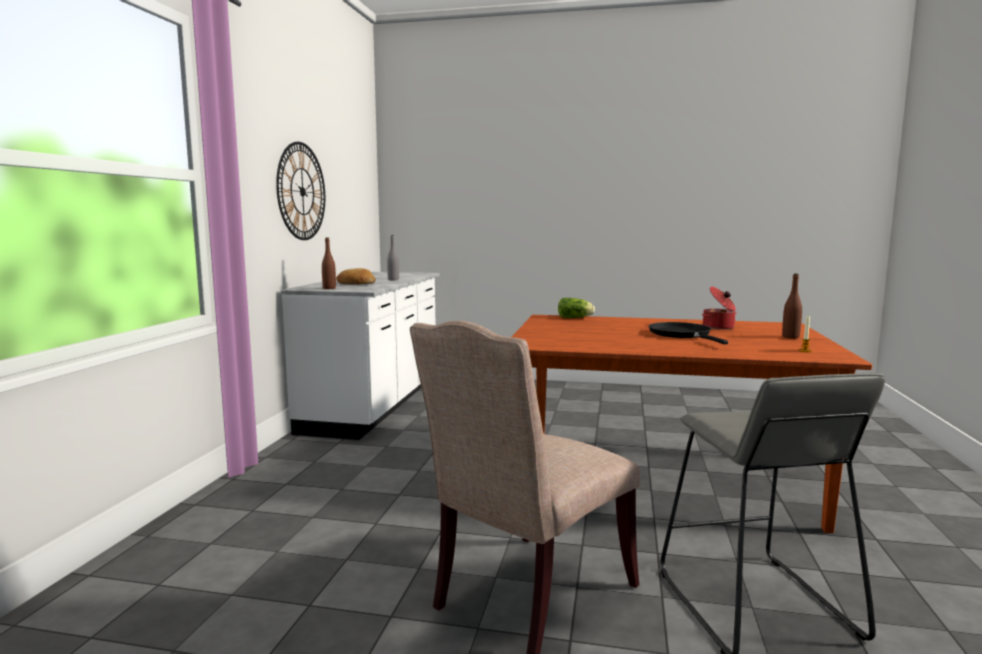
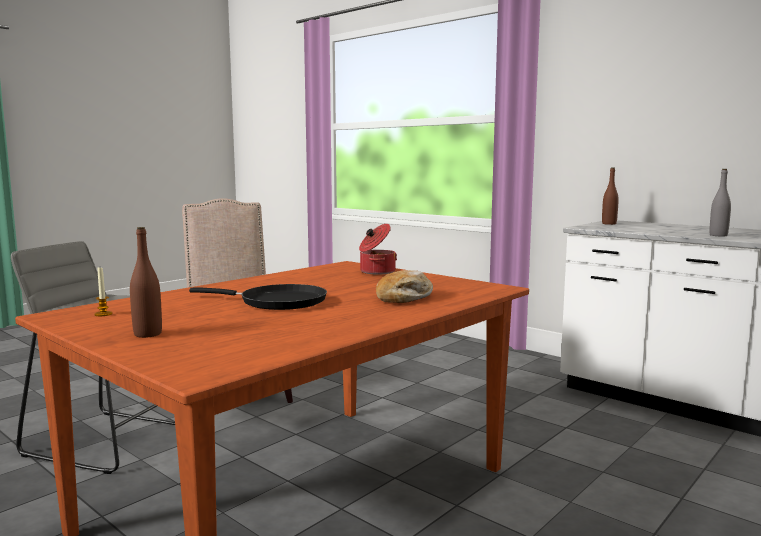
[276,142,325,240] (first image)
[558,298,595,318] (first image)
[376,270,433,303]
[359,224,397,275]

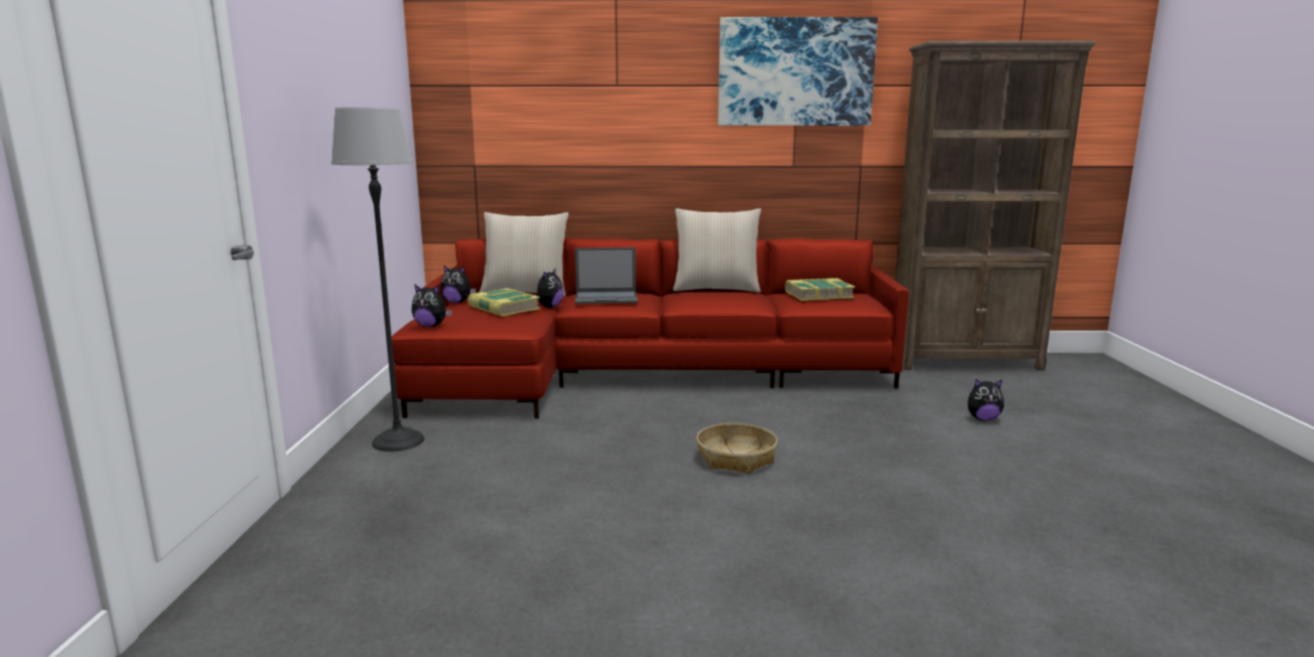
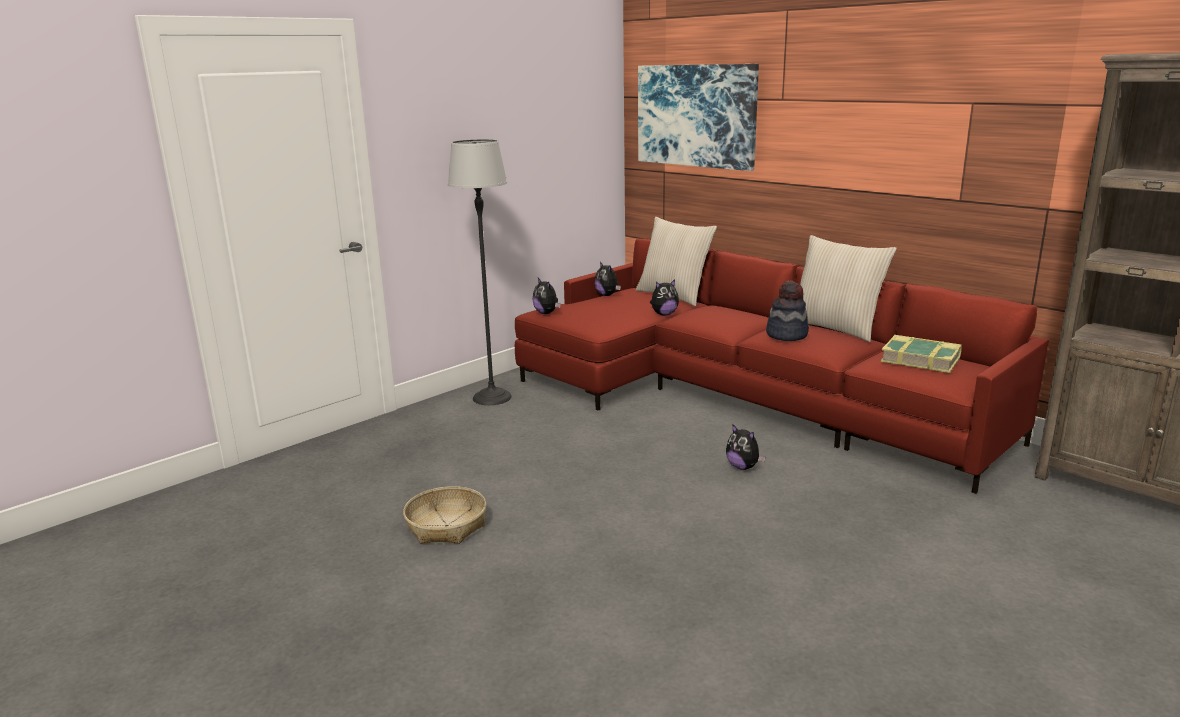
[468,288,540,317] (first image)
[575,247,638,304] (first image)
[766,280,809,341]
[403,486,486,544]
[638,64,759,171]
[726,424,765,470]

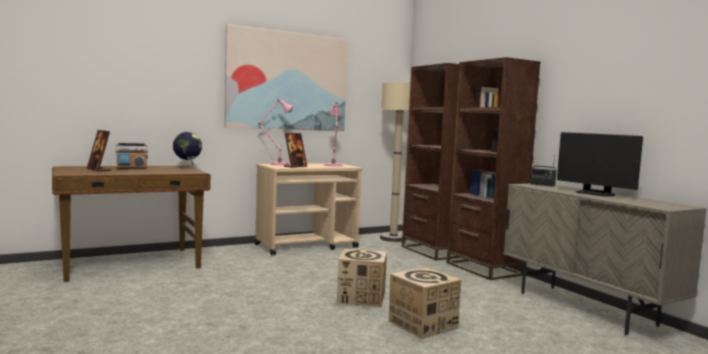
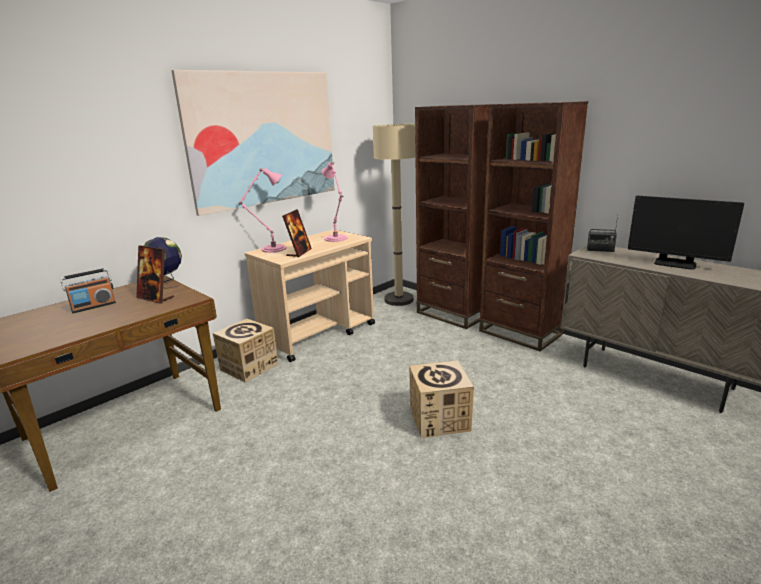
[136,245,174,304]
[213,319,278,383]

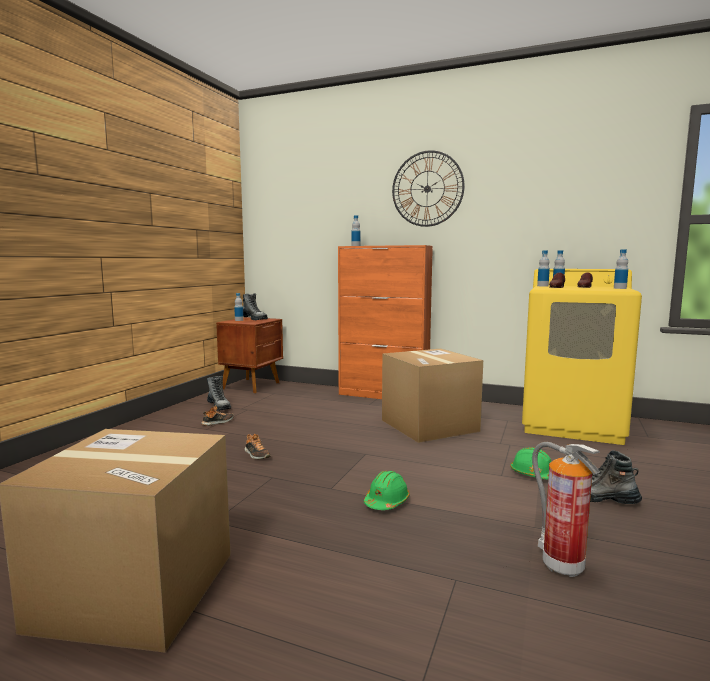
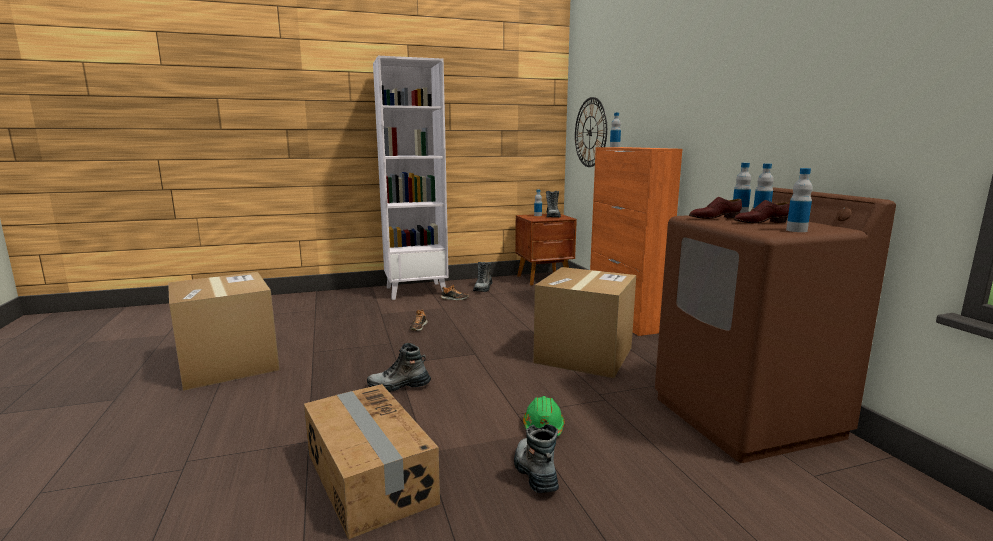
[373,56,449,300]
[575,97,607,167]
[367,343,431,392]
[304,384,440,540]
[655,187,896,463]

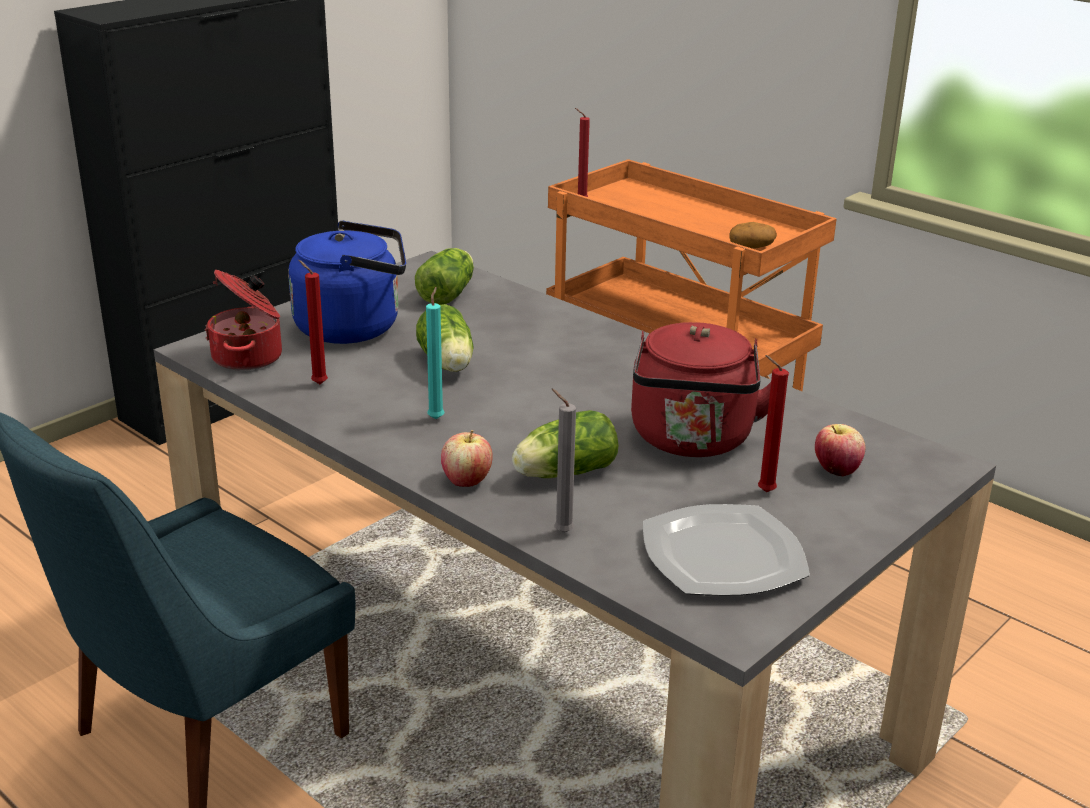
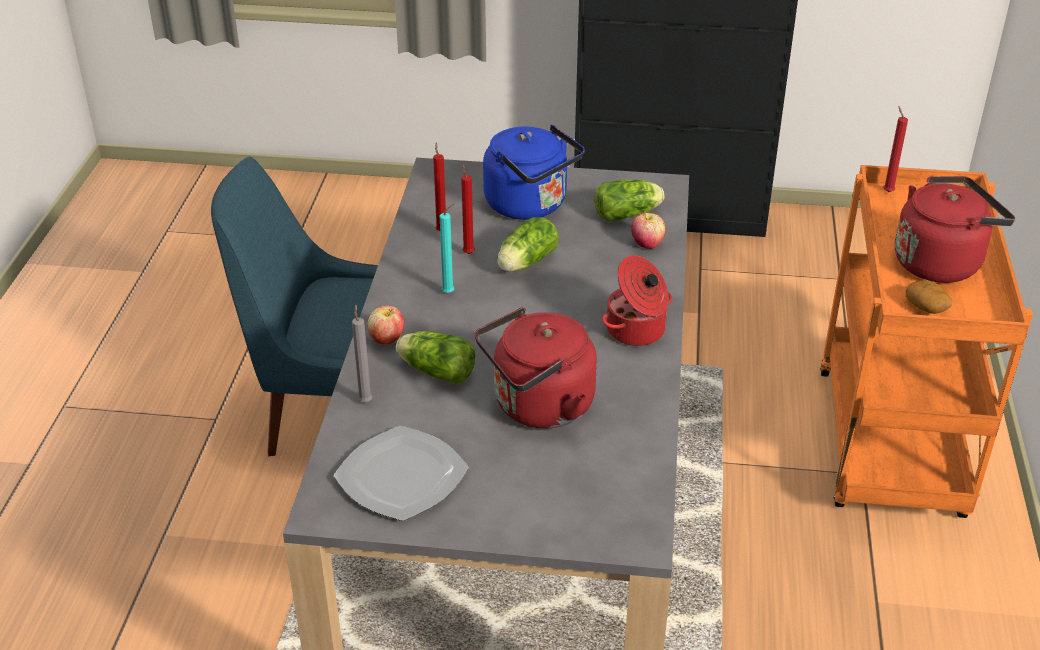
[895,176,1015,283]
[602,255,673,346]
[461,164,475,254]
[631,212,665,249]

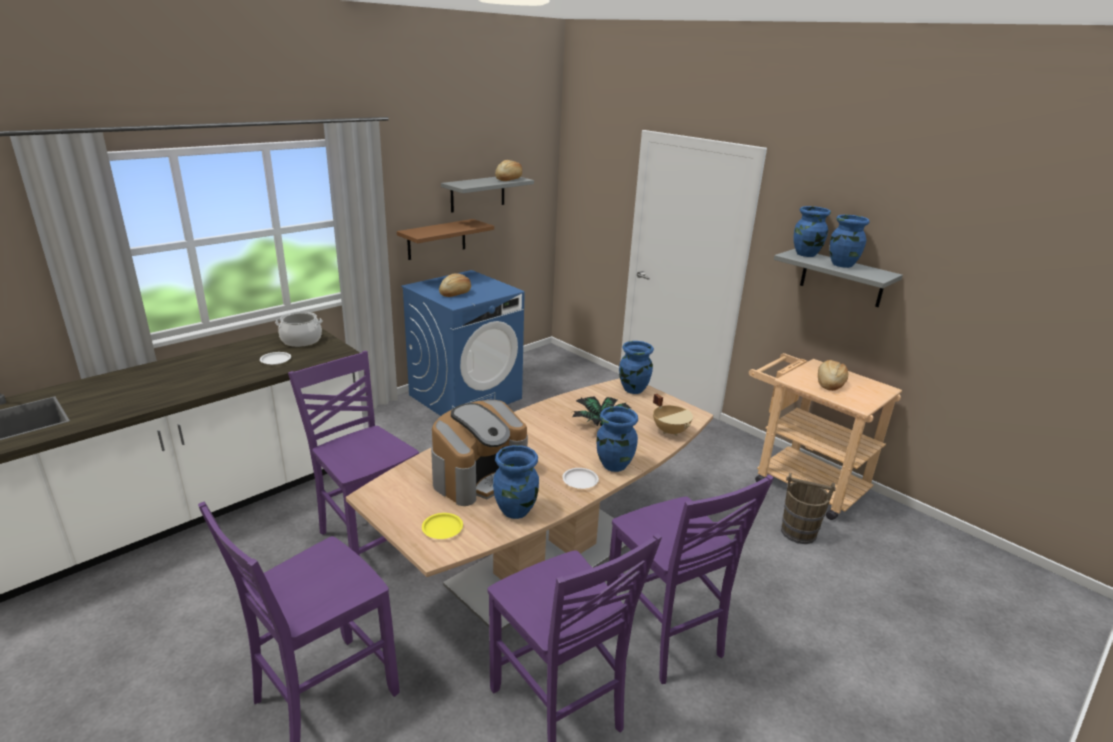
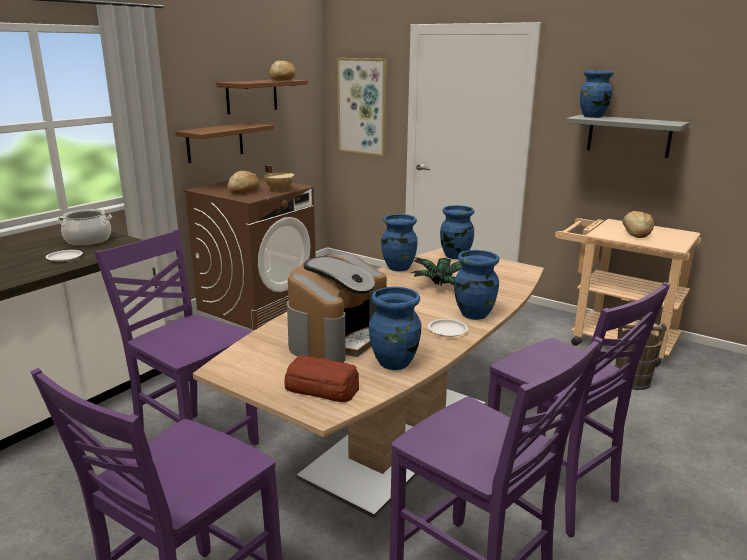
[337,58,387,156]
[264,165,294,192]
[381,214,418,271]
[284,355,359,402]
[183,177,316,330]
[216,80,308,115]

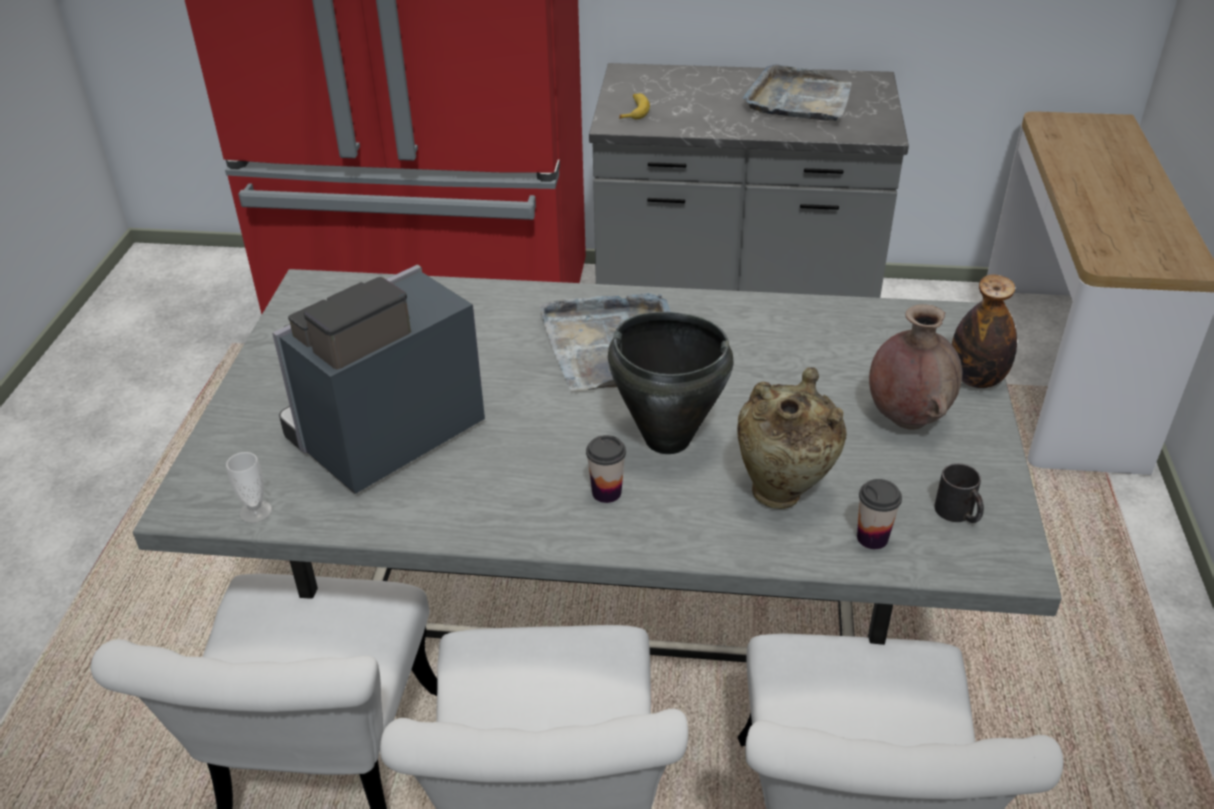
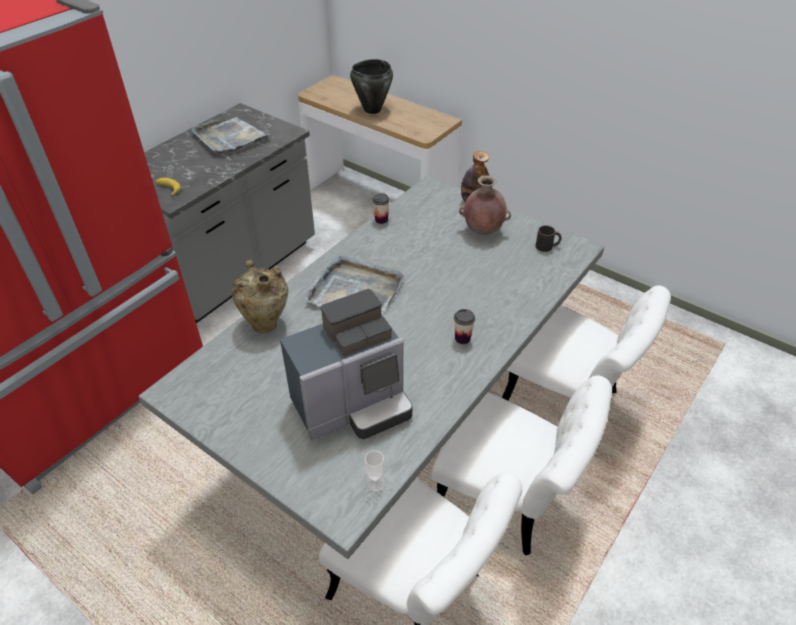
[350,59,393,114]
[232,259,288,333]
[372,193,390,224]
[280,289,412,440]

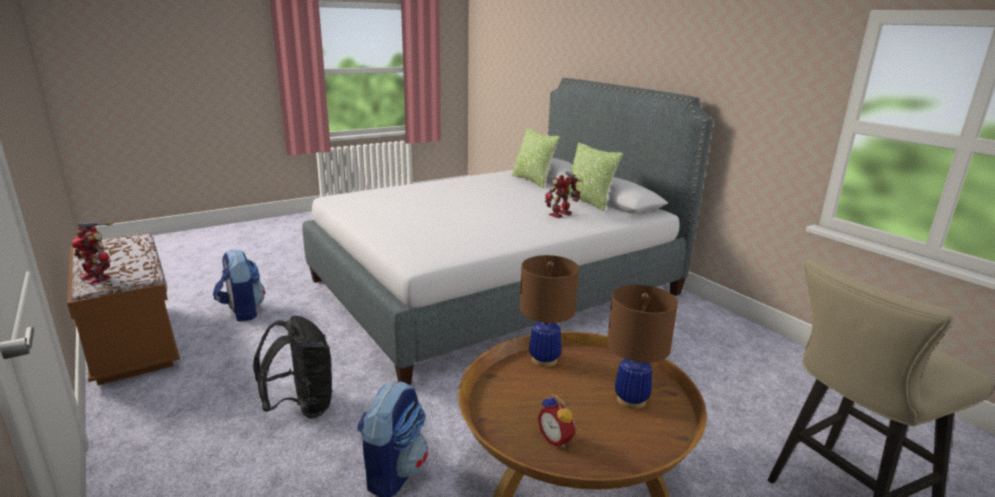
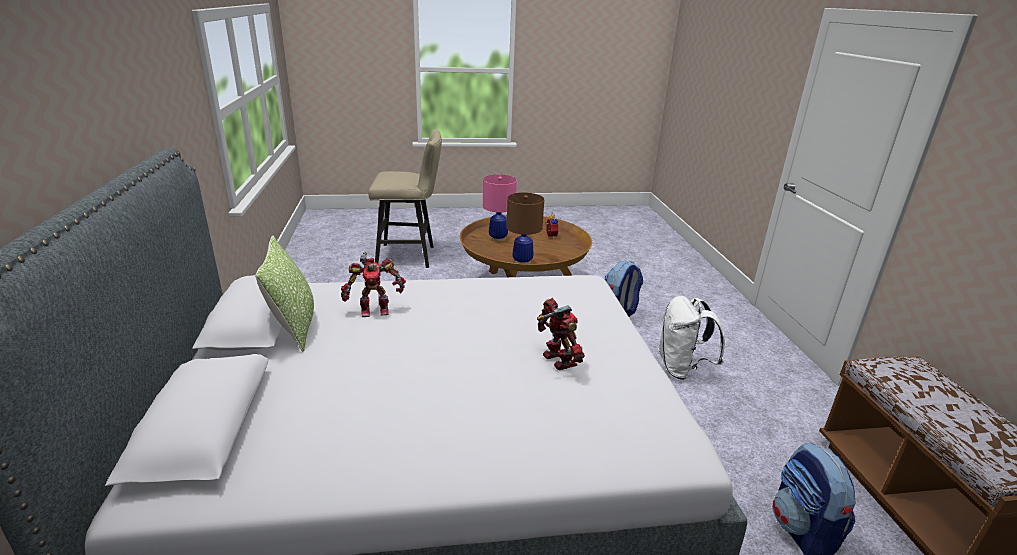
[512,128,560,188] (first image)
[537,298,585,370]
[658,296,725,380]
[483,175,517,242]

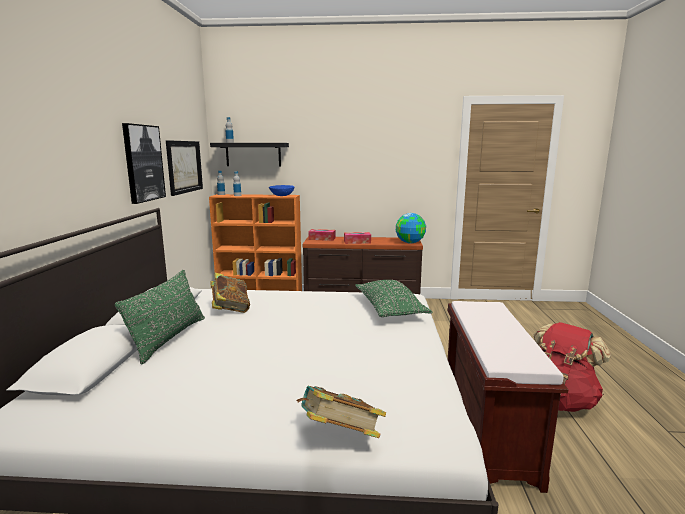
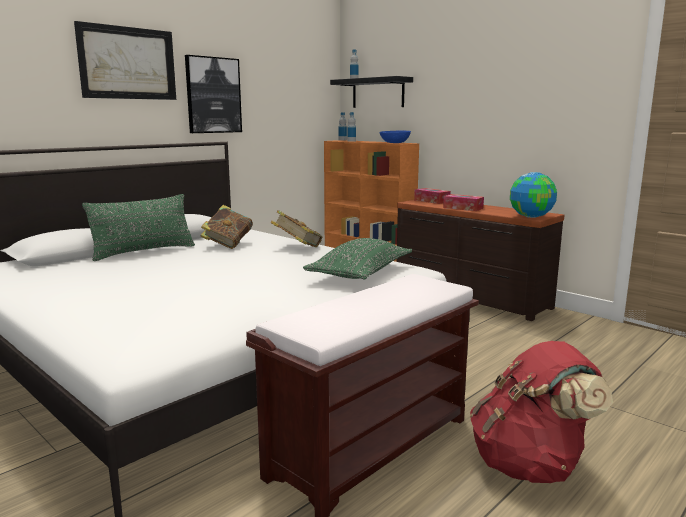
[74,21,176,100]
[271,210,322,247]

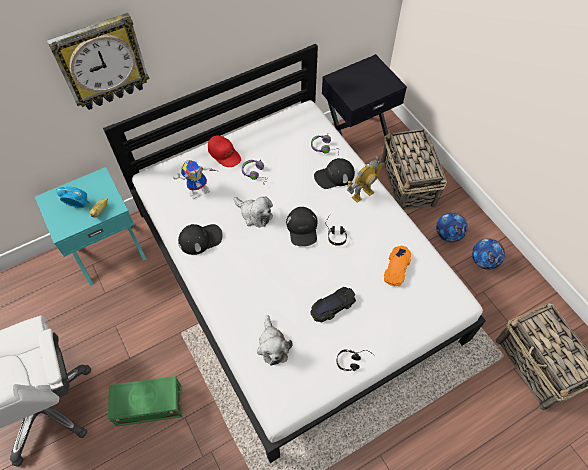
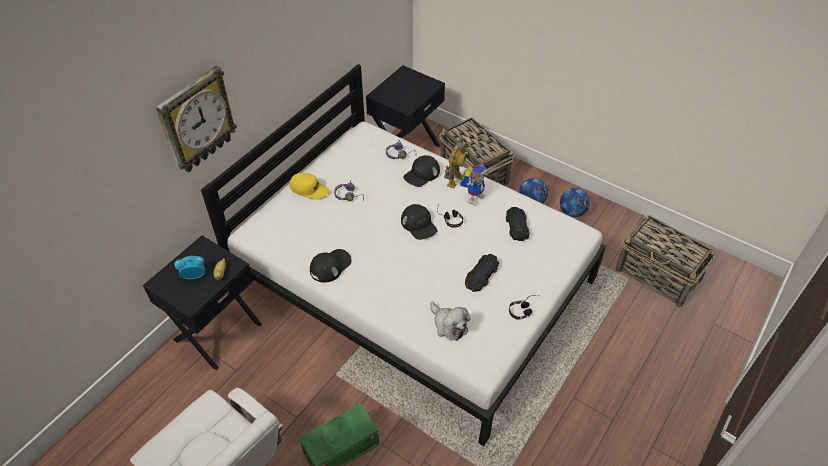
[234,197,273,227] (first image)
[460,165,488,206]
[143,235,262,370]
[290,173,330,200]
[506,207,530,241]

